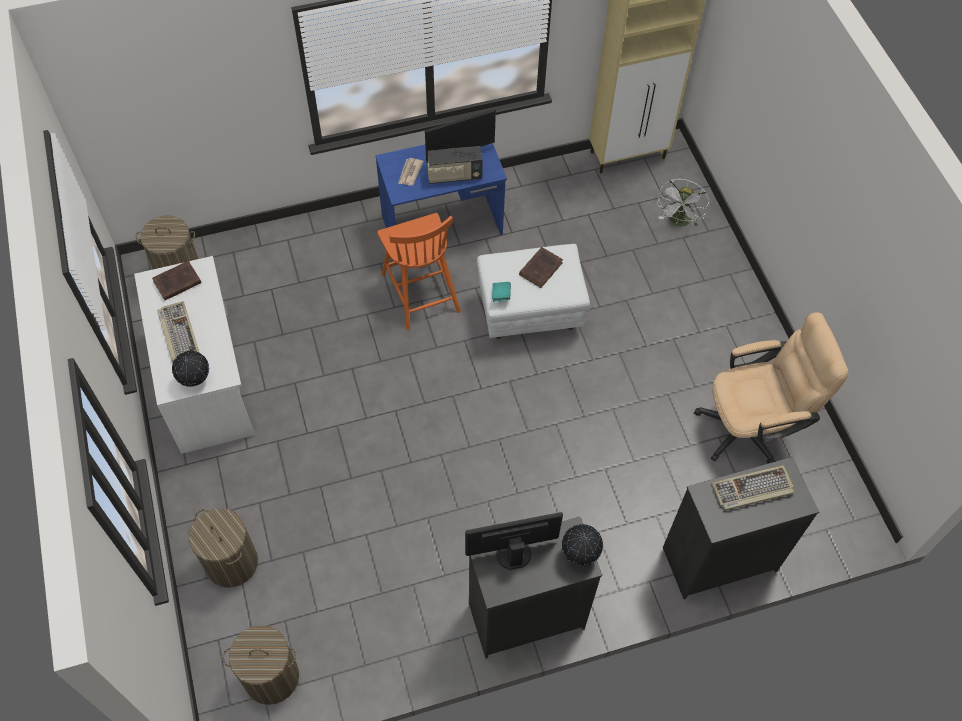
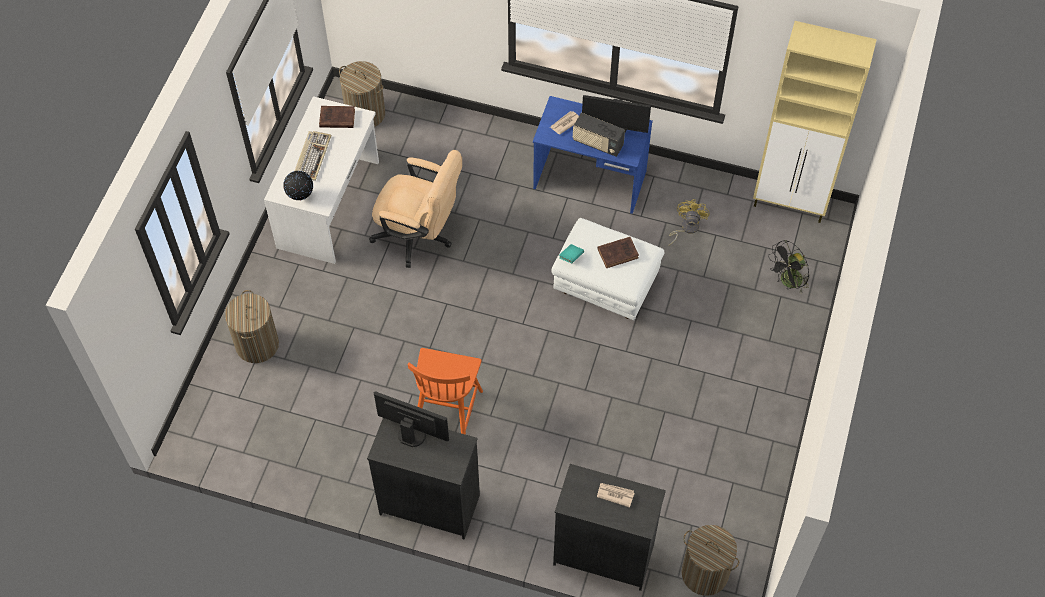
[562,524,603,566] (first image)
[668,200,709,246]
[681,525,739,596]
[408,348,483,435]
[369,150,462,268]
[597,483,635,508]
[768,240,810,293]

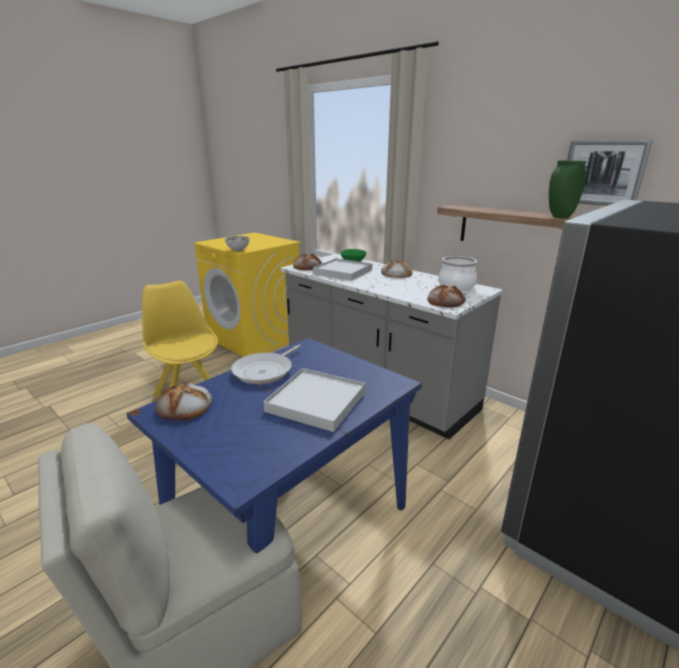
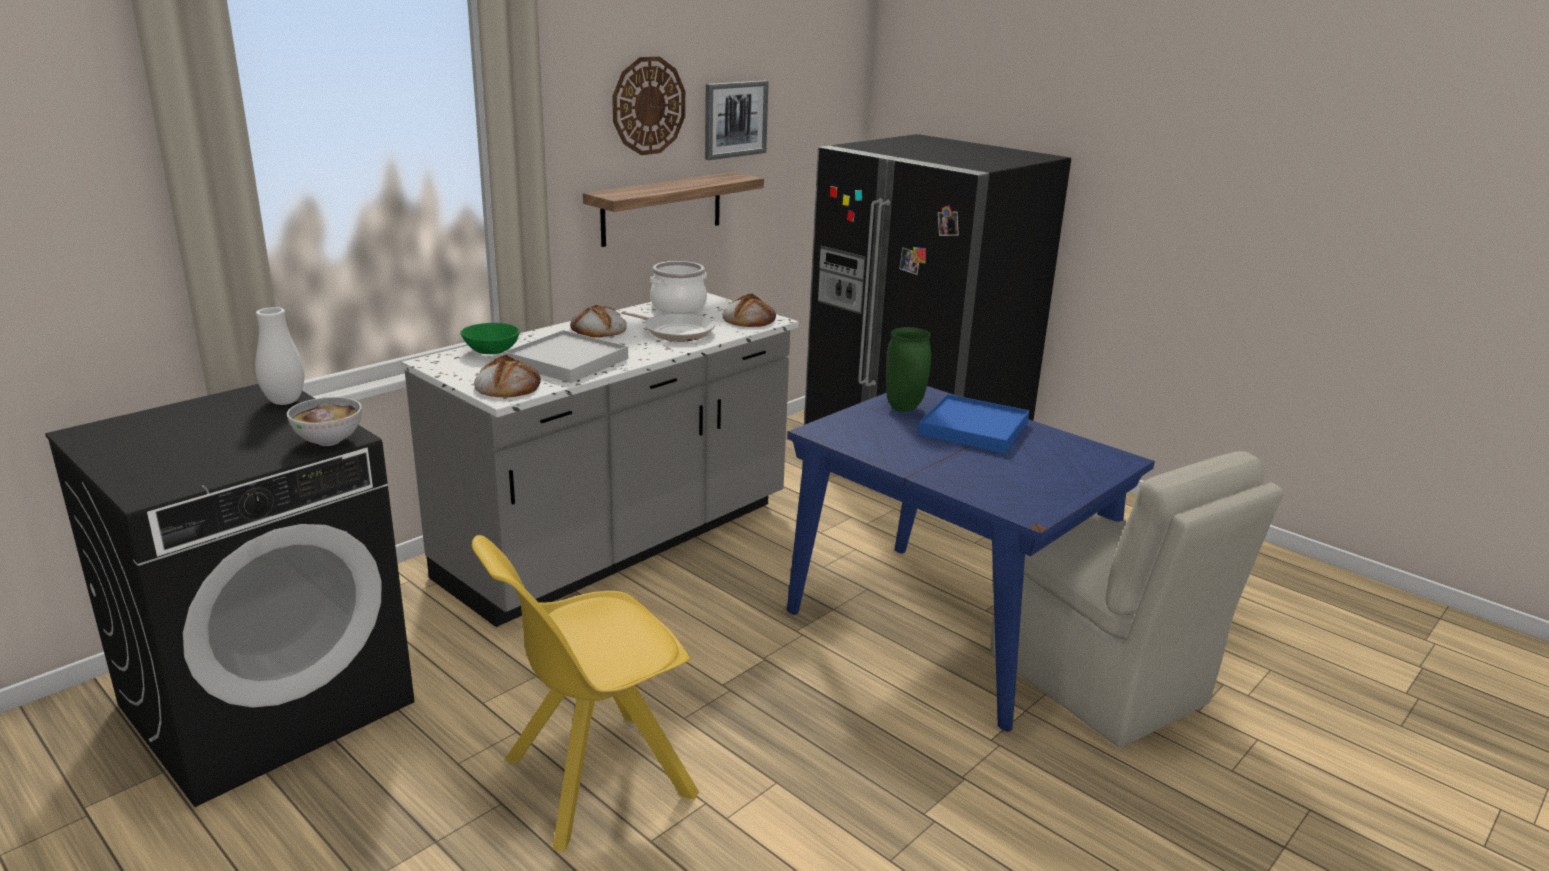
[156,382,212,420] (first image)
[255,307,305,405]
[612,56,685,155]
[621,311,715,341]
[886,327,931,412]
[45,384,414,807]
[918,394,1030,453]

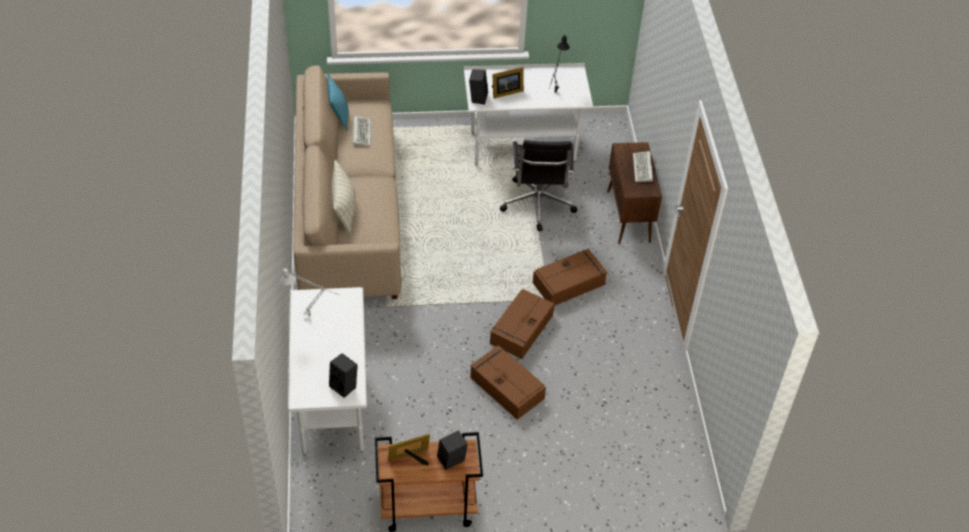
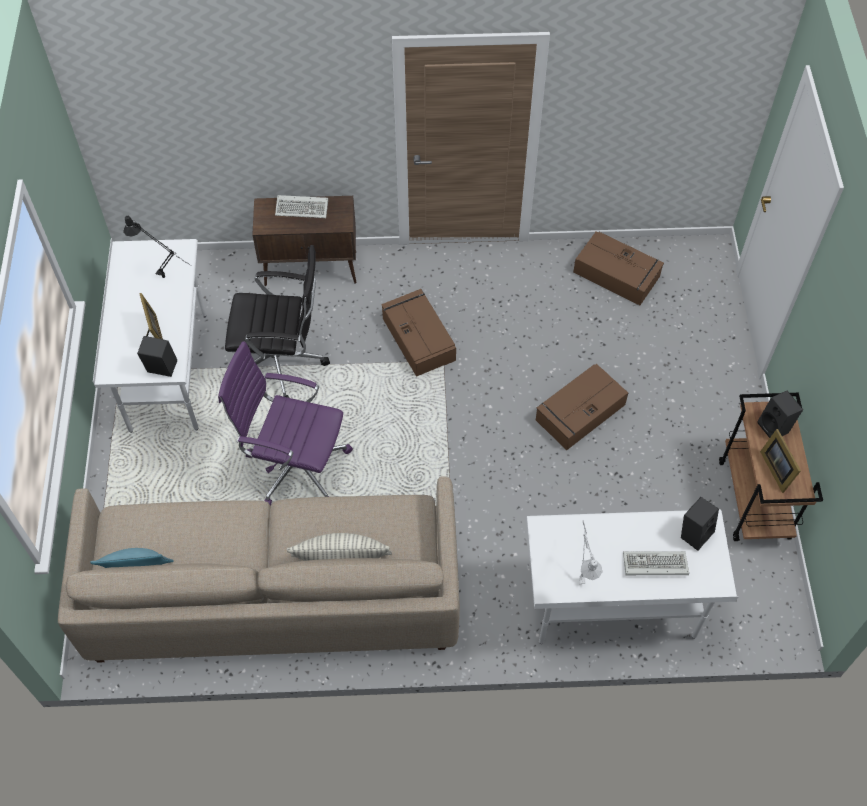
[218,341,353,506]
[623,551,689,575]
[573,231,664,305]

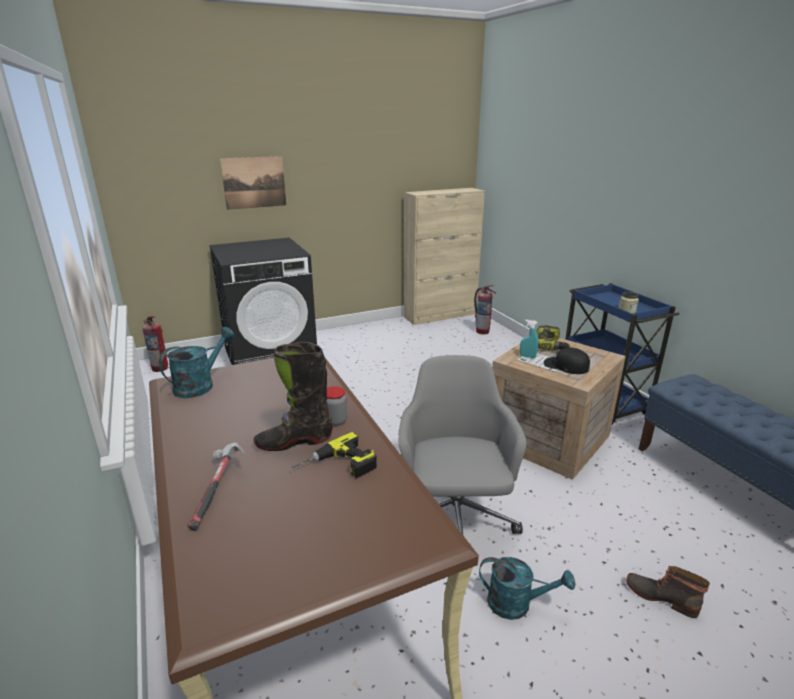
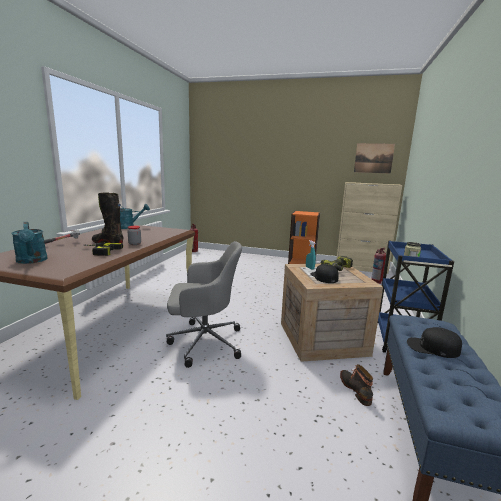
[209,238,317,365] (first image)
[288,211,320,264]
[407,327,462,358]
[354,143,395,174]
[11,222,48,264]
[340,364,373,406]
[166,241,242,368]

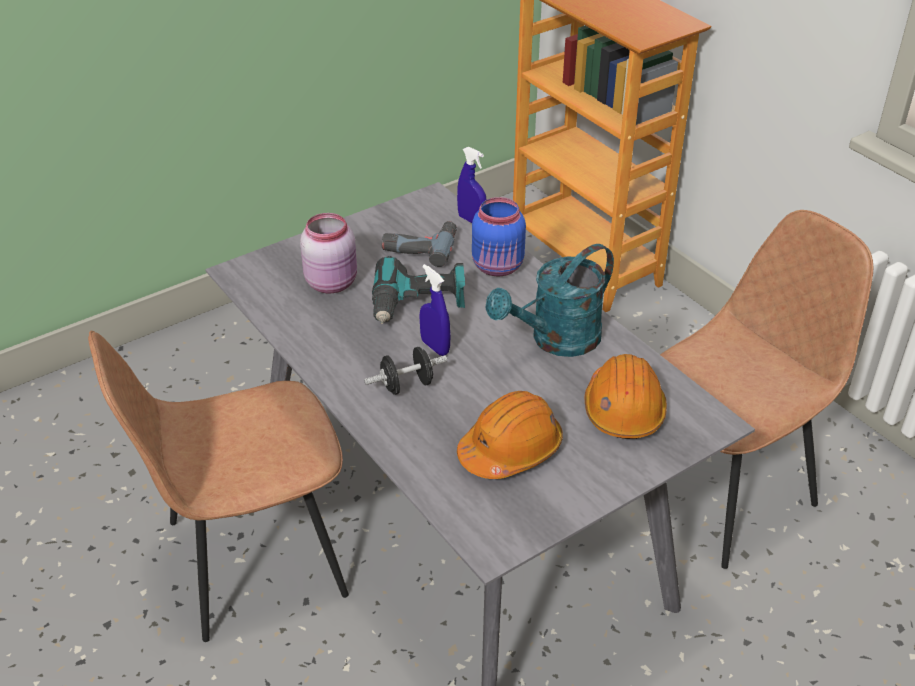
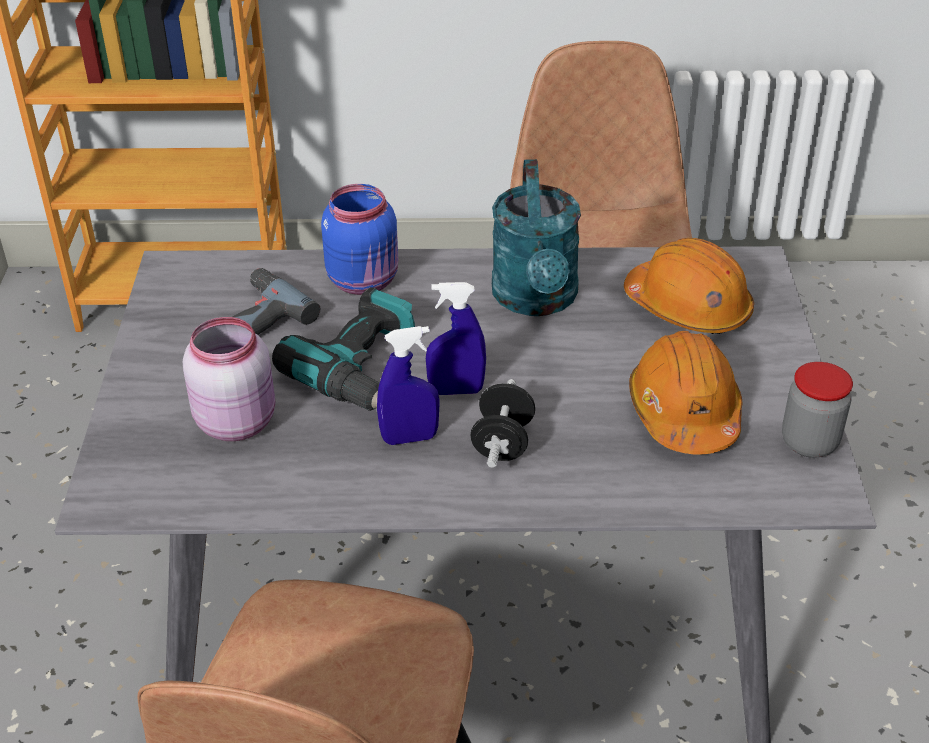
[782,362,853,458]
[377,326,440,445]

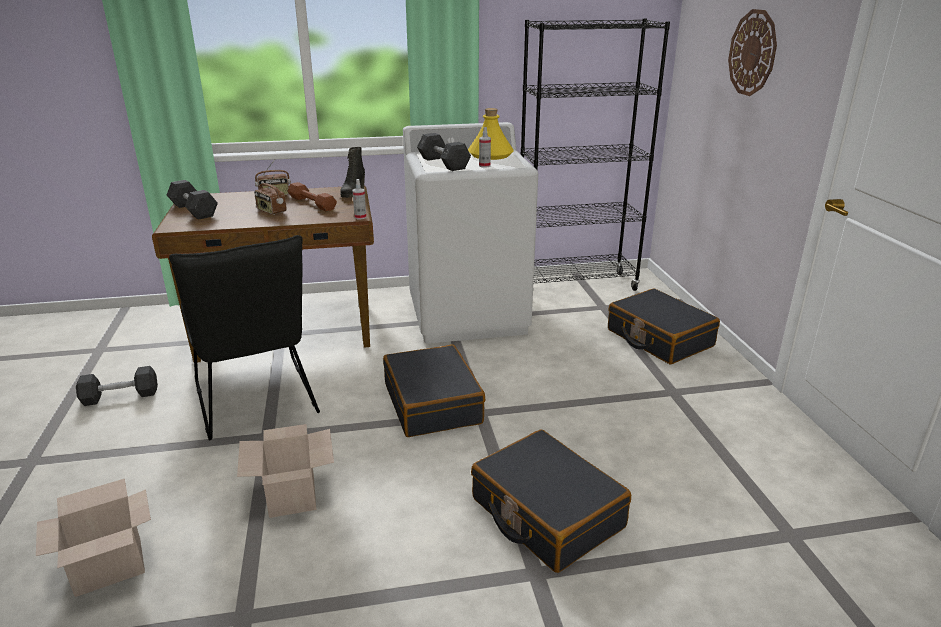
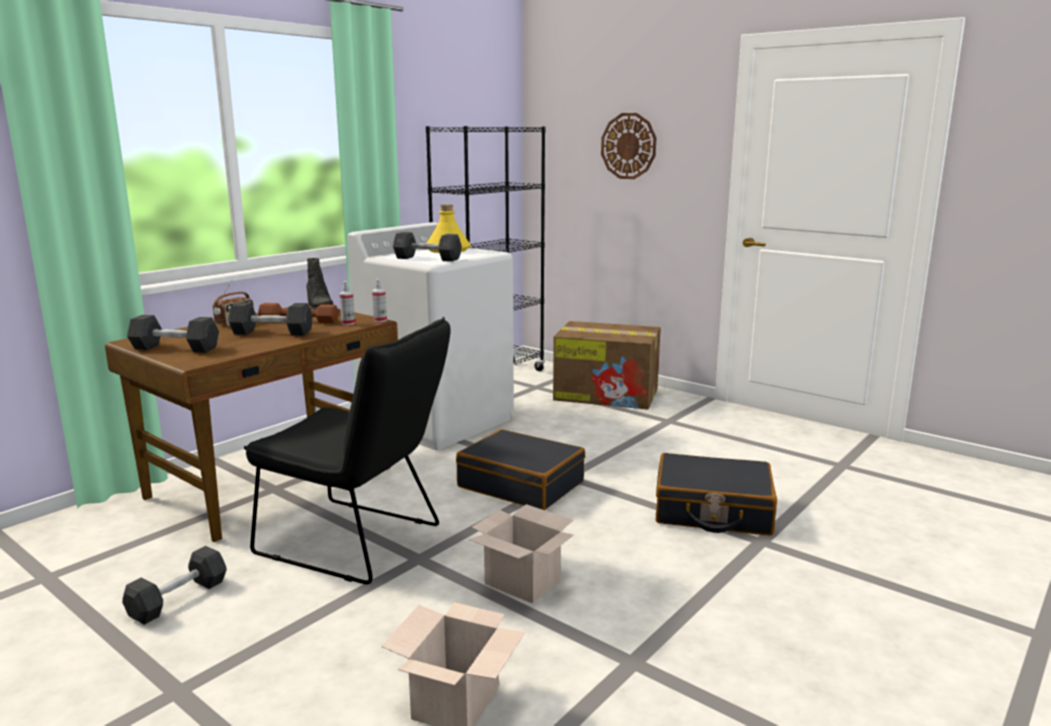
[339,281,355,325]
[228,302,313,336]
[553,321,661,410]

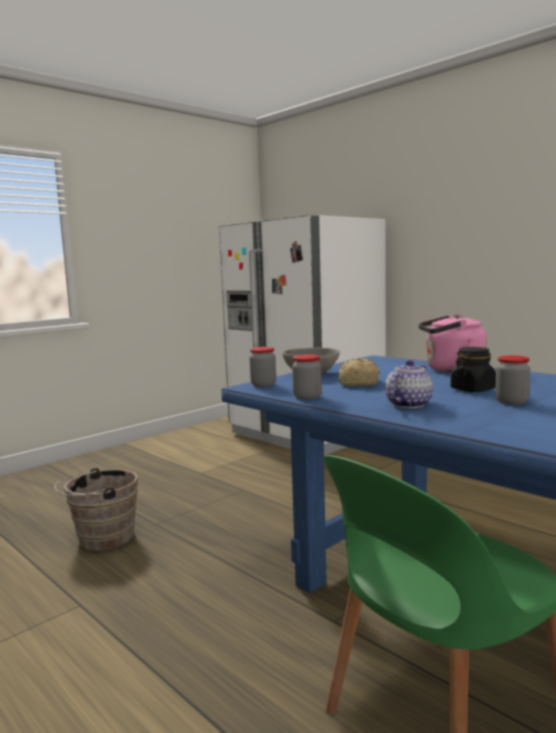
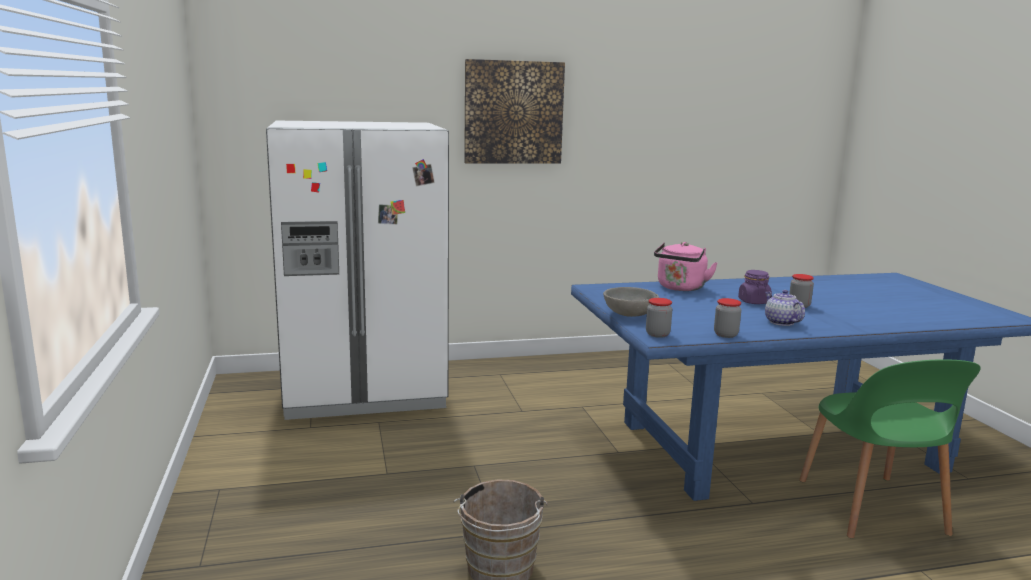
[339,358,379,386] (first image)
[464,59,565,164]
[738,270,772,304]

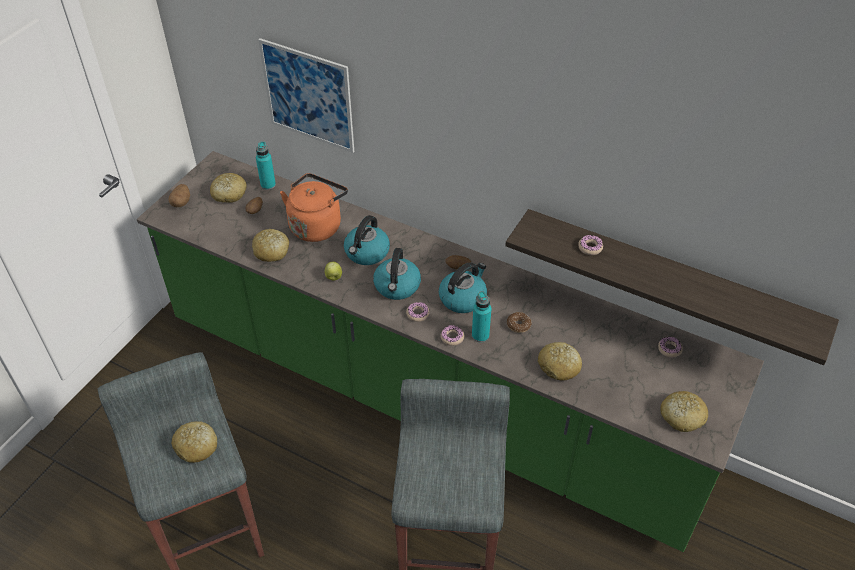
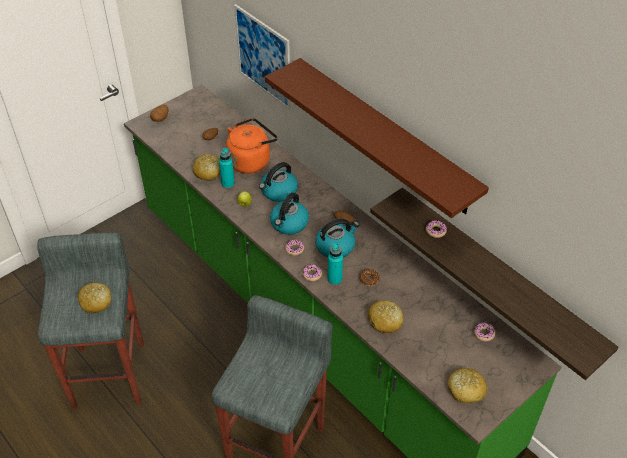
[210,173,247,203] (first image)
[265,58,489,218]
[219,148,235,189]

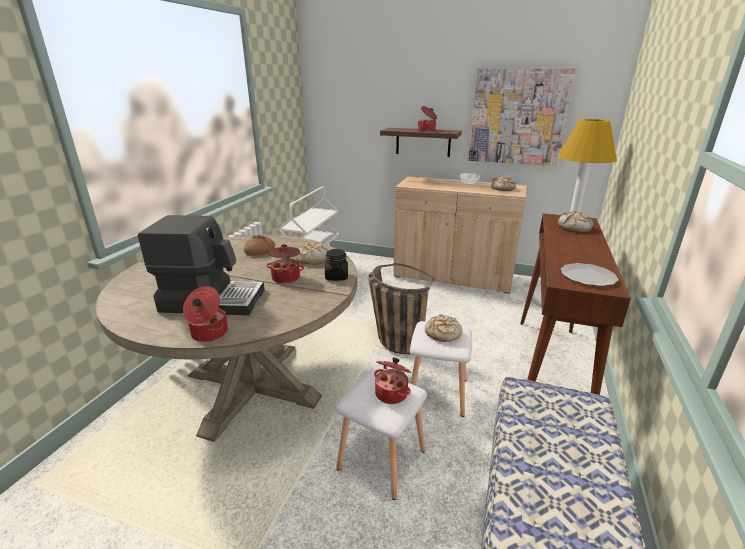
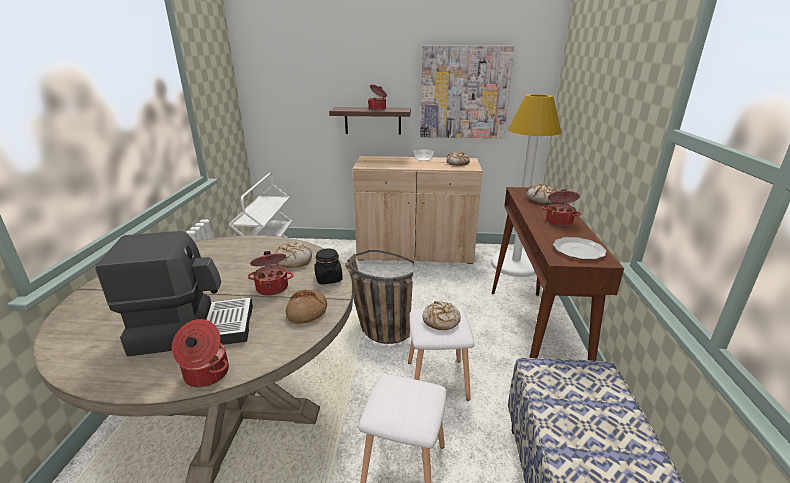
[286,290,327,324]
[542,190,581,226]

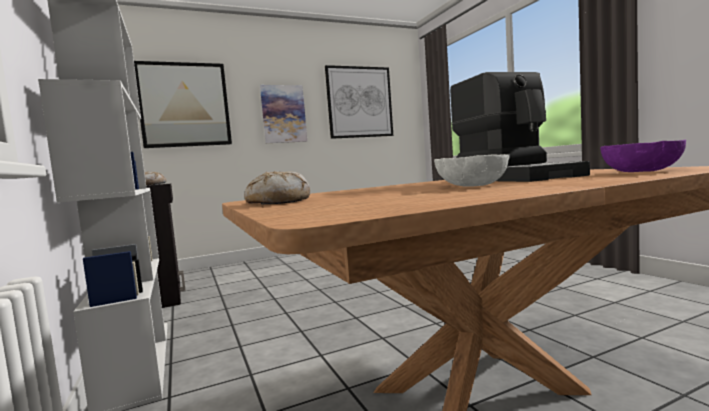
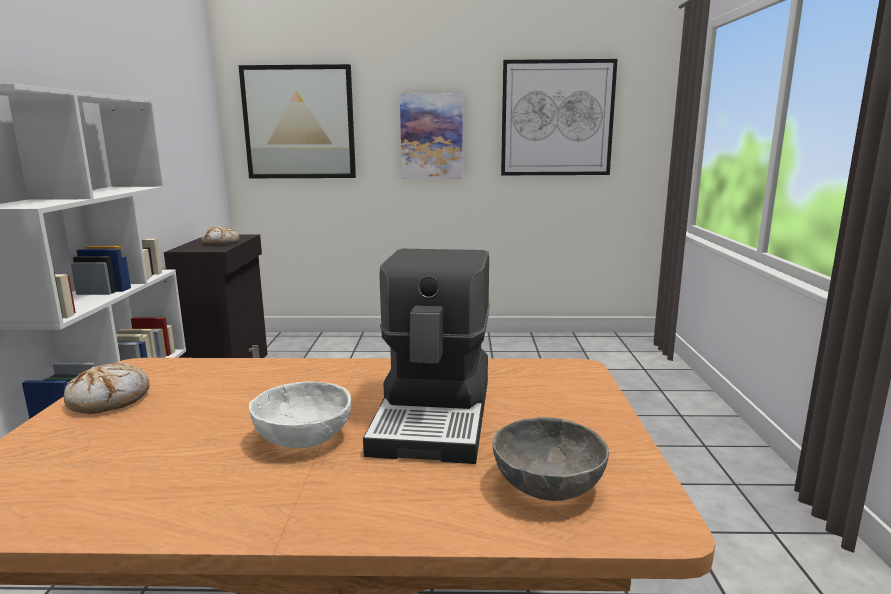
[493,417,609,501]

